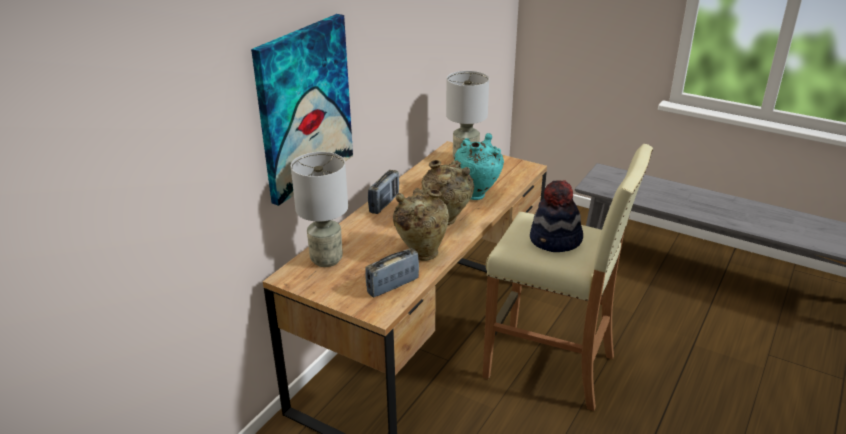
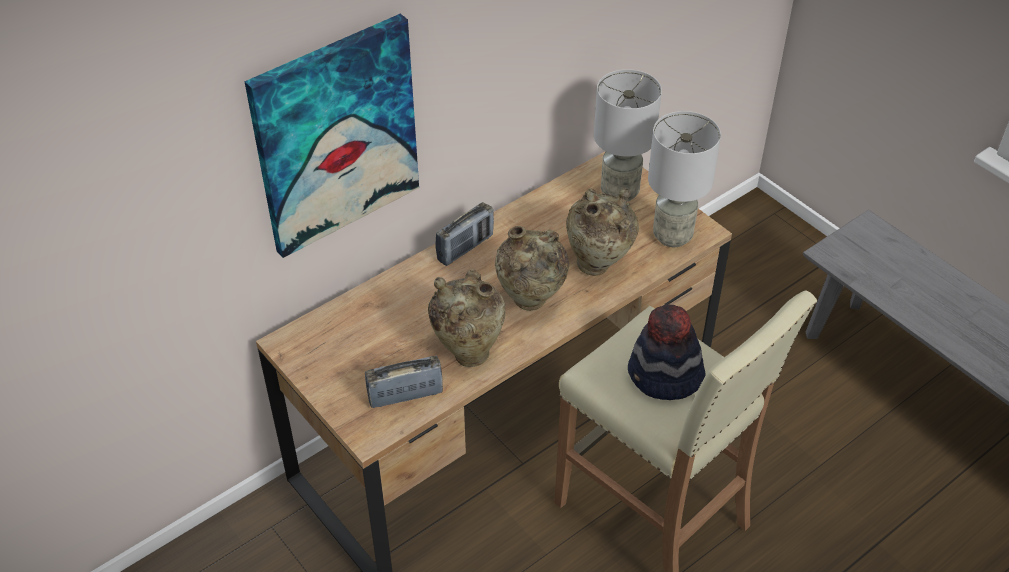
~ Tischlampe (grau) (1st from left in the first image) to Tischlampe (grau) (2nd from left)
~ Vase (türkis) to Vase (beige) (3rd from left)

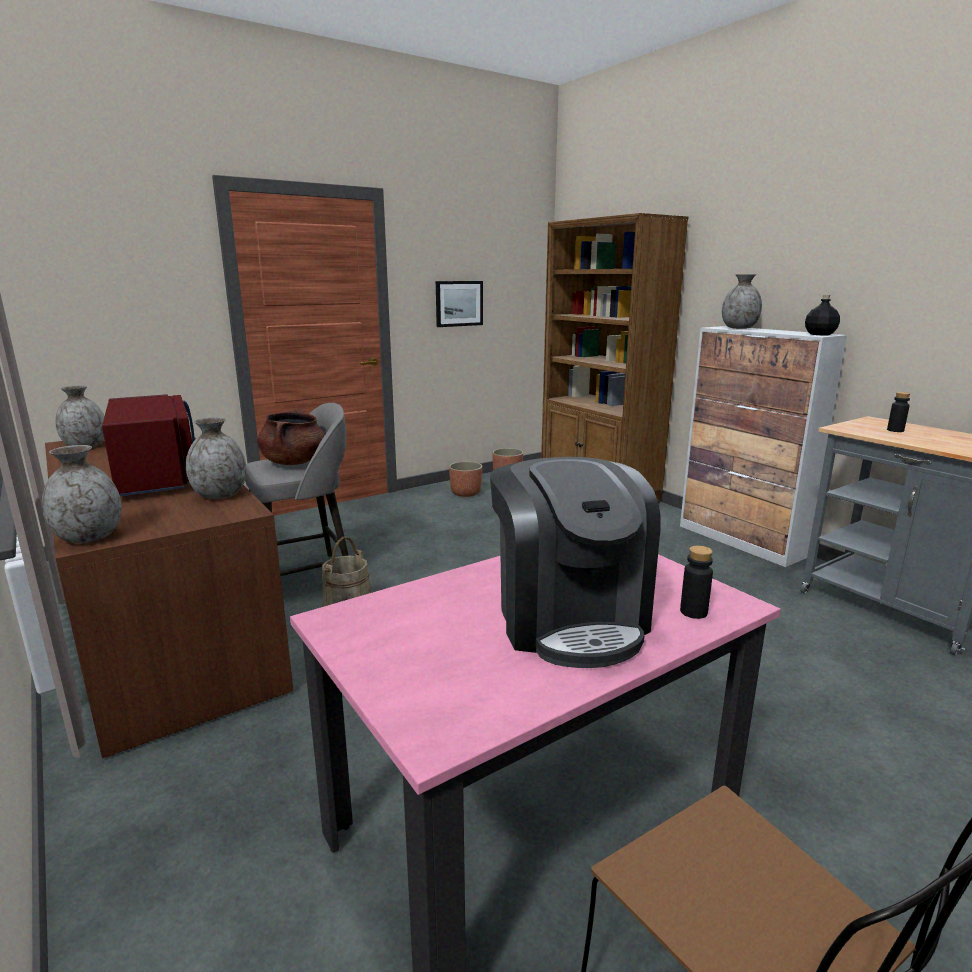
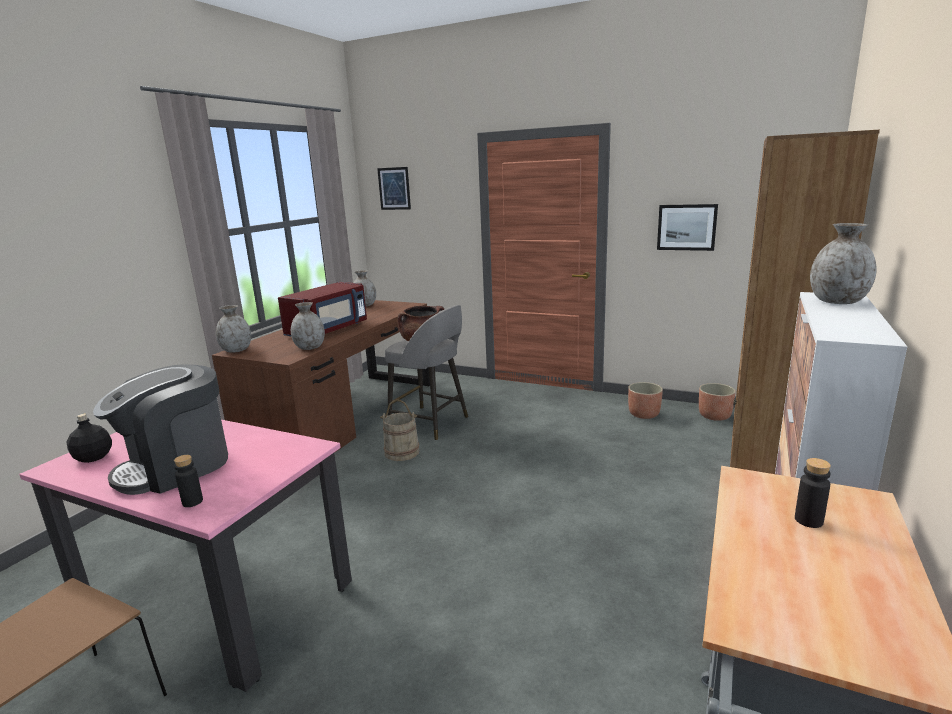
+ Bild (1st from left)
~ Flasche (schwarz) (2nd from left in the first image) to Flasche (schwarz) (1st from left)

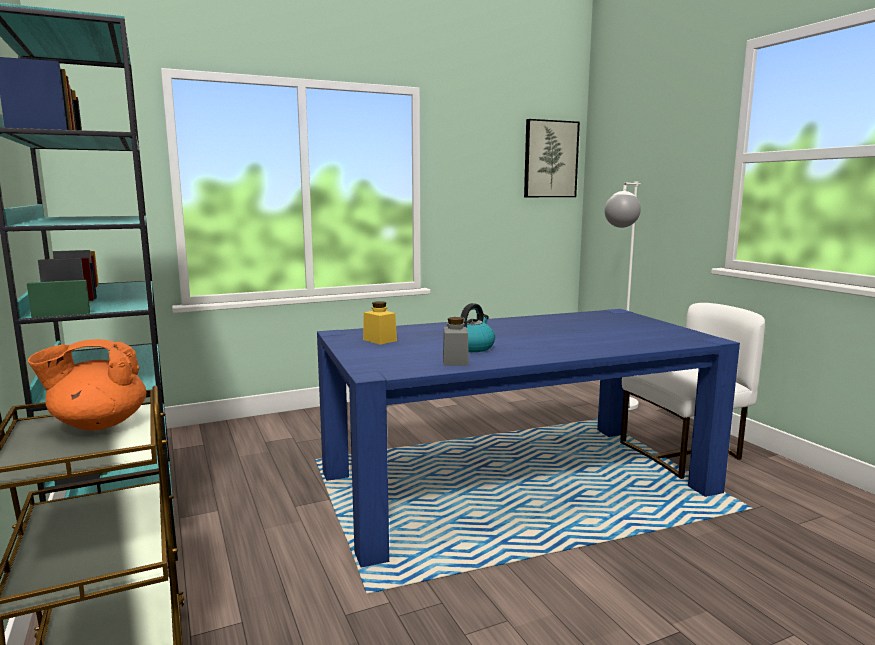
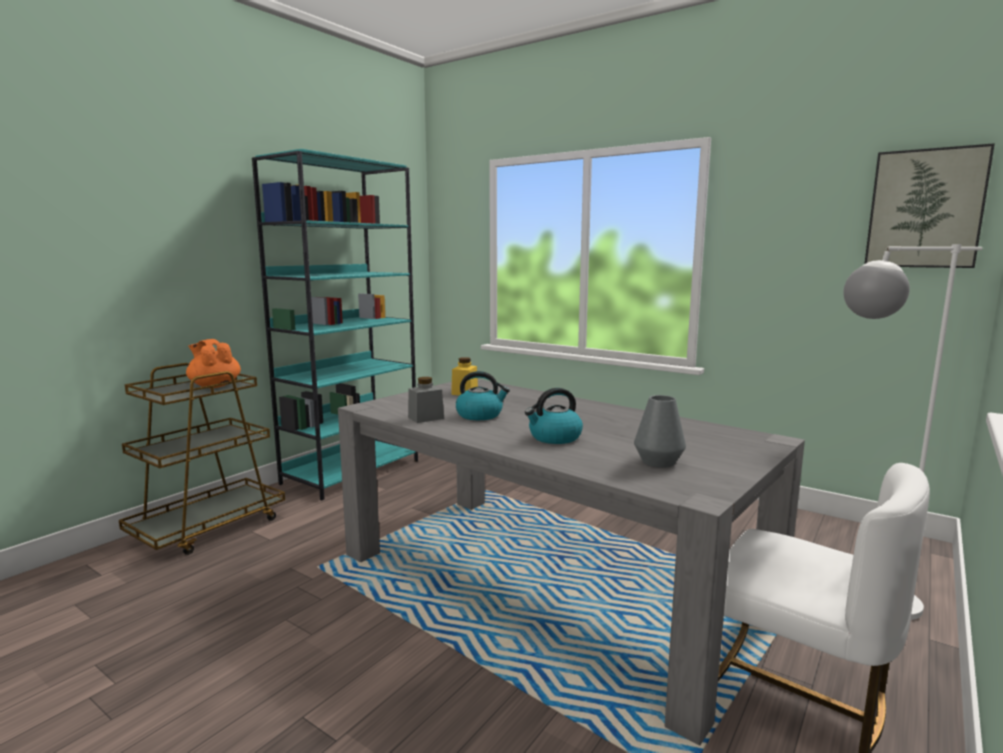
+ Wasserkessel (2nd from left)
+ Vase (grau)
~ Esstisch (blau) to Esstisch (grau)

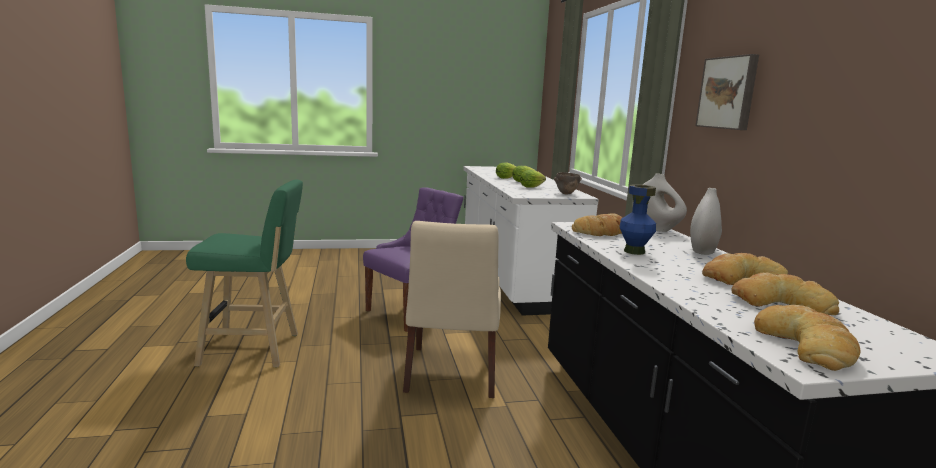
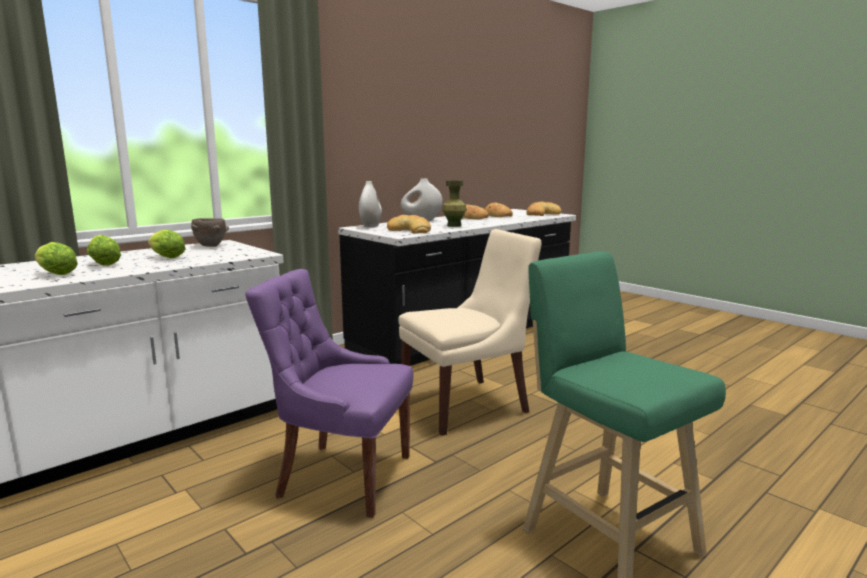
- Bild
~ Vase (blau) to Vase (grün)

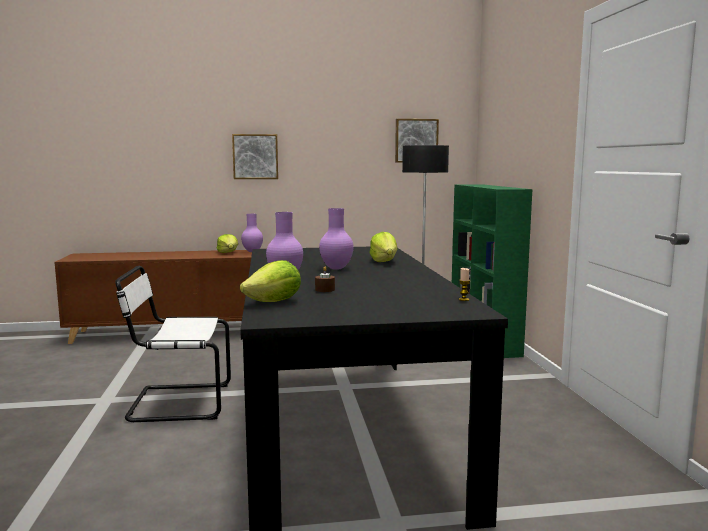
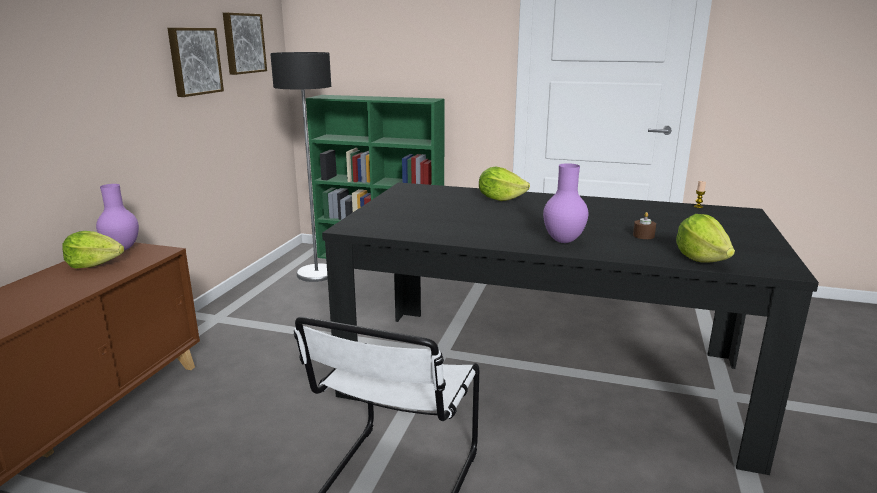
- Vase (lila) (3rd from left)
~ Bild (1st from left)

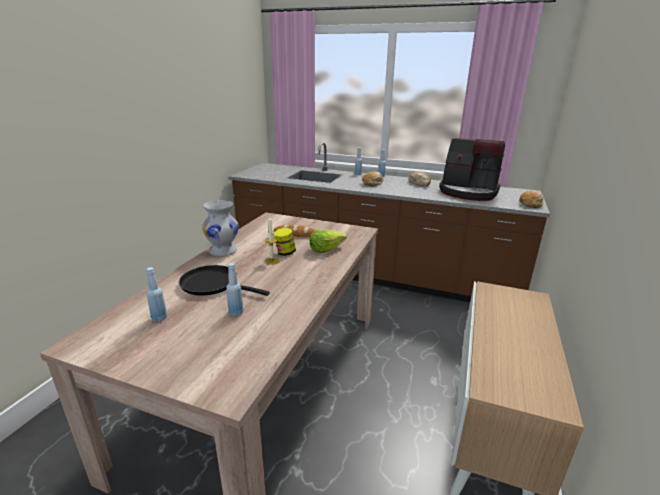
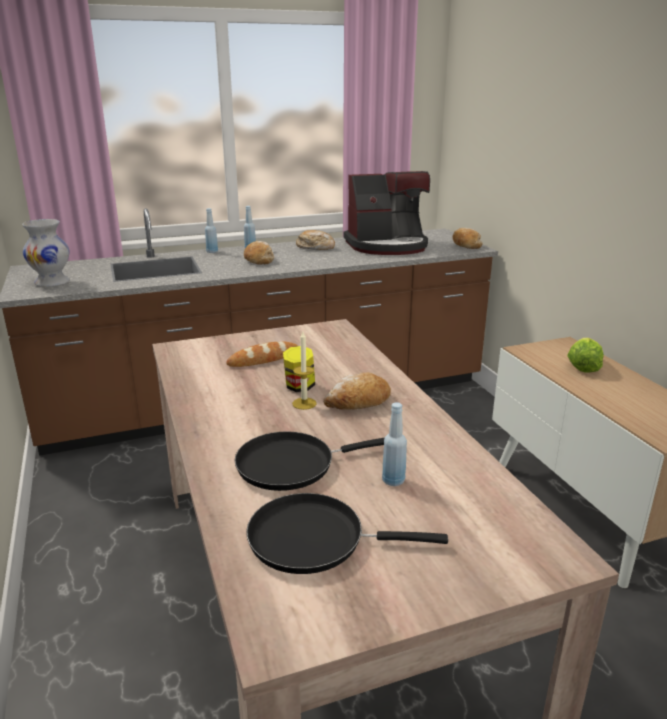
+ Brot (4th from left)
~ Vase (weiß)
~ Salatkopf
~ Flasche (blau) (1st from left) to Pfanne (schwarz) (2nd from left)

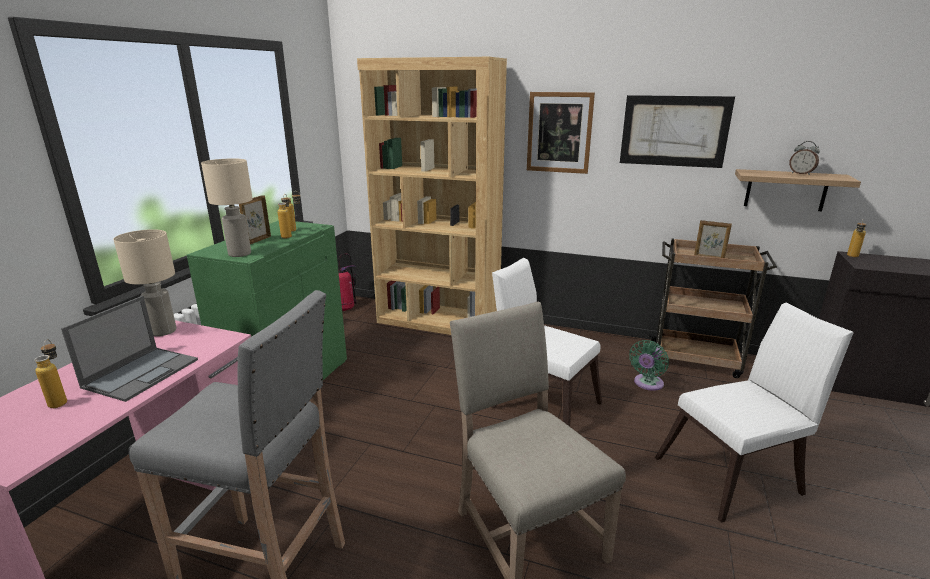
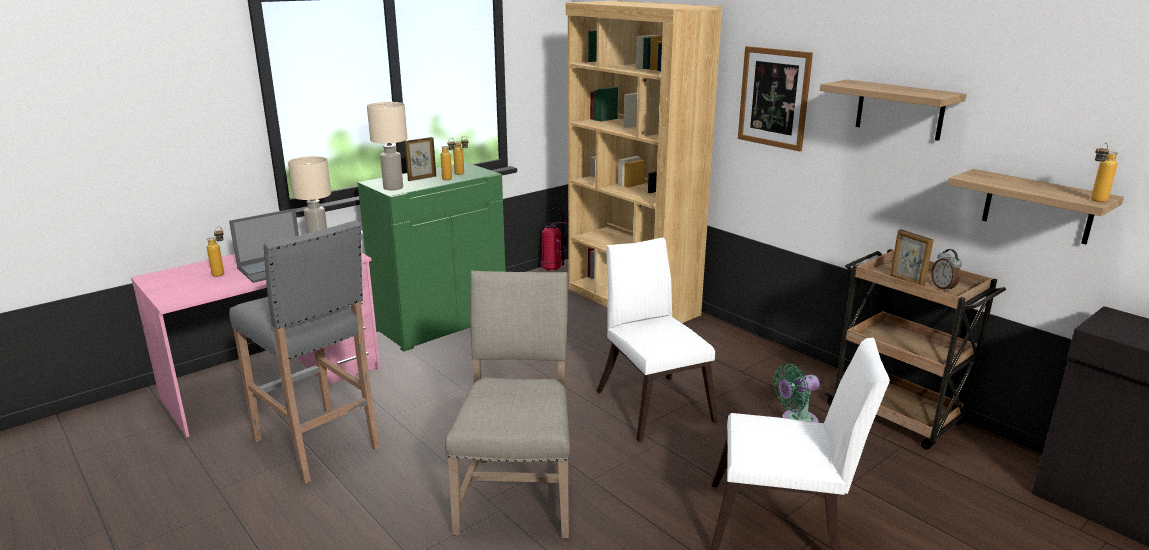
~ Wecker
~ Flasche (4th from left)
~ Bild (2nd from left) to Wandregal (1st from left)

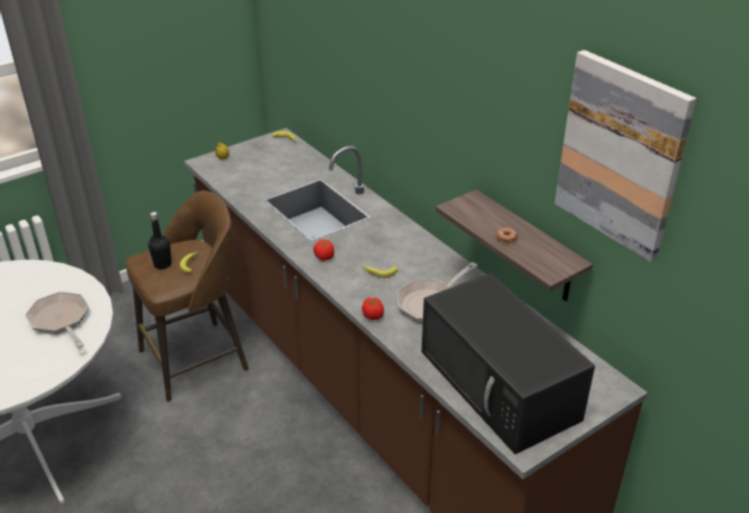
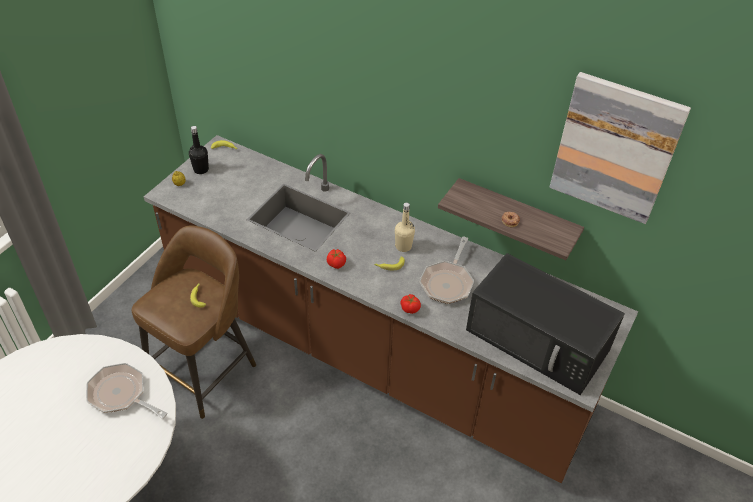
+ Flasche (beige)
~ Flasche (schwarz)

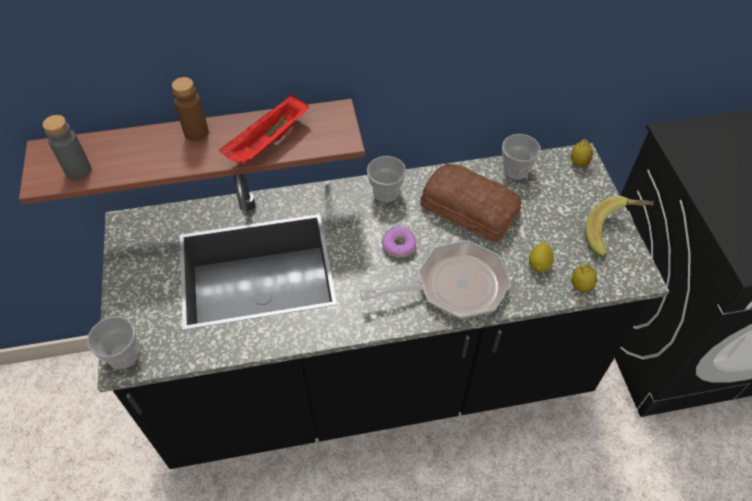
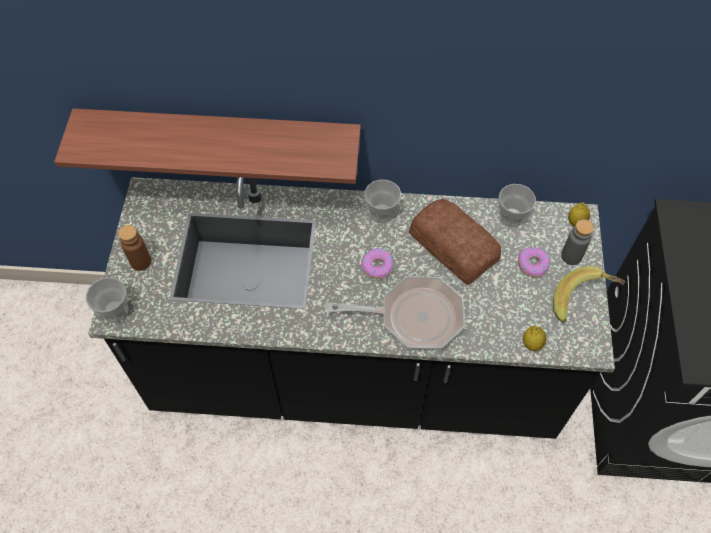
- Tablett (rot)
- Zitrone (1st from left)
+ Donut (2nd from left)
~ Flasche (grau)
~ Flasche (braun)

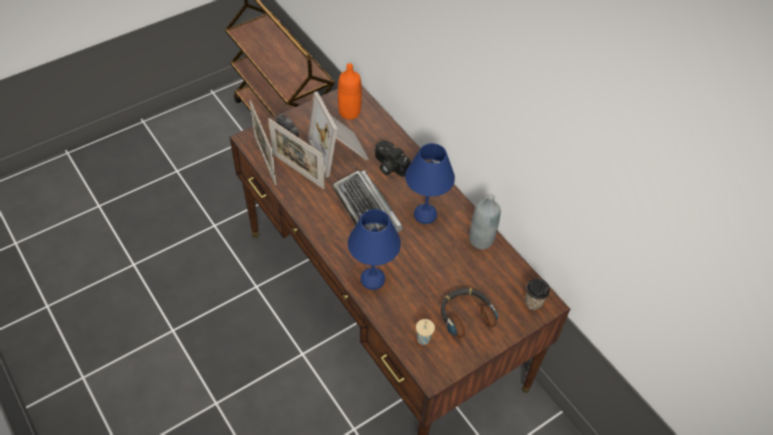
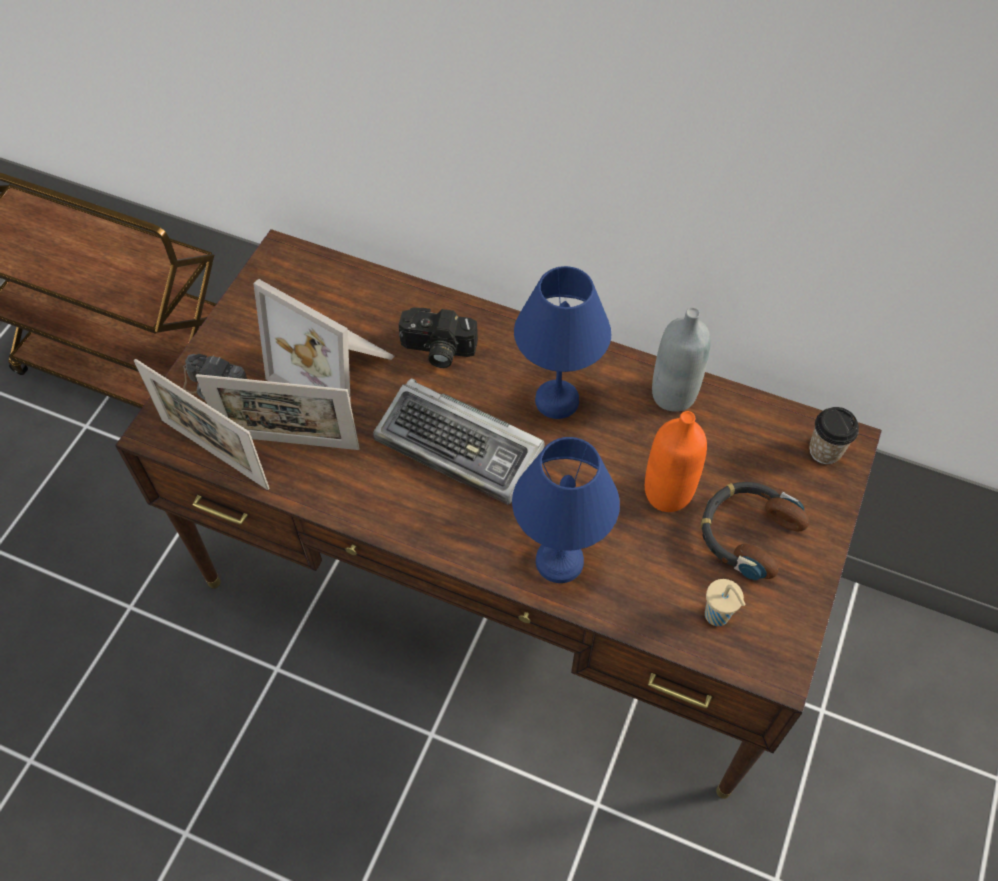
~ Flasche (orange)

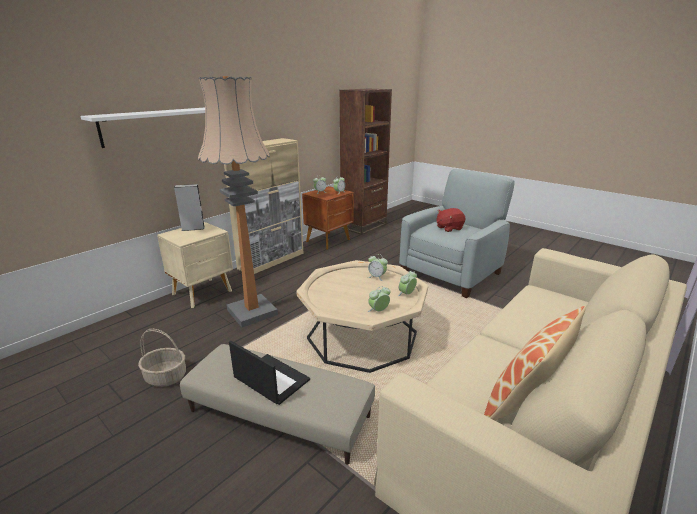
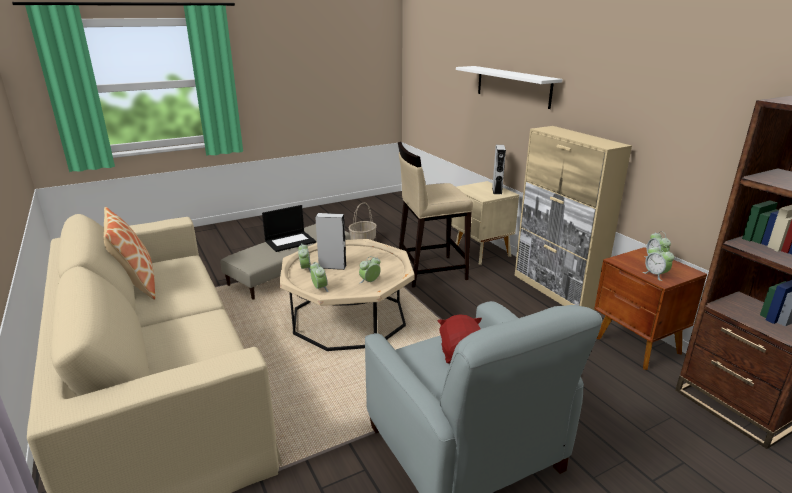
+ Lautsprecher (grau) (1st from left)
~ Stehlampe to Hocker (beige)

